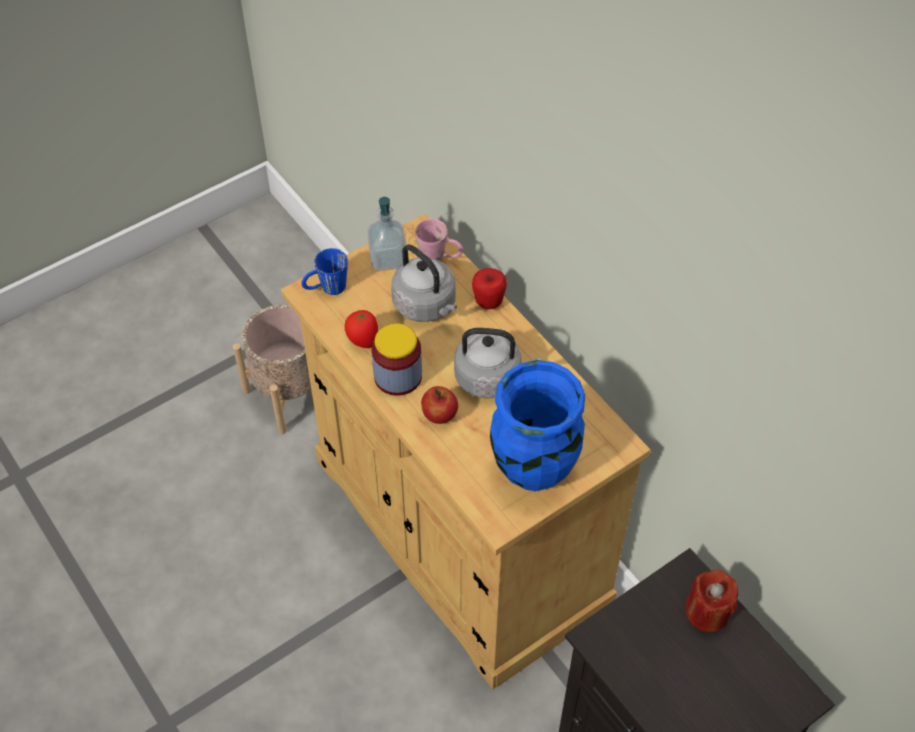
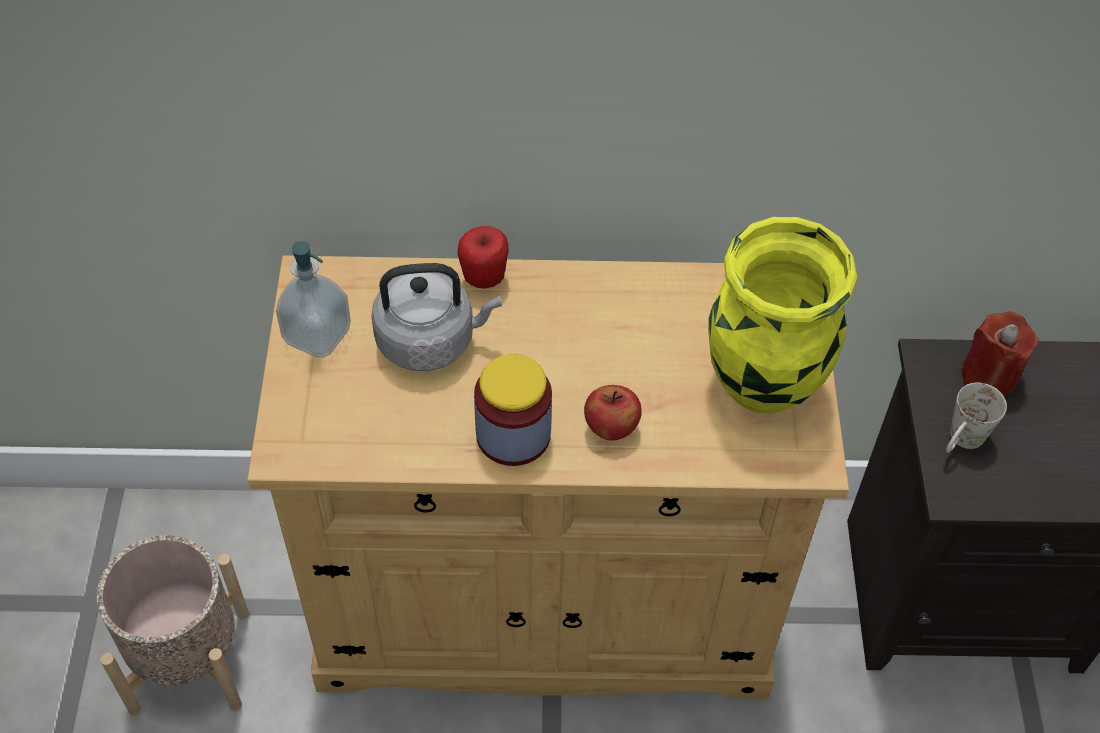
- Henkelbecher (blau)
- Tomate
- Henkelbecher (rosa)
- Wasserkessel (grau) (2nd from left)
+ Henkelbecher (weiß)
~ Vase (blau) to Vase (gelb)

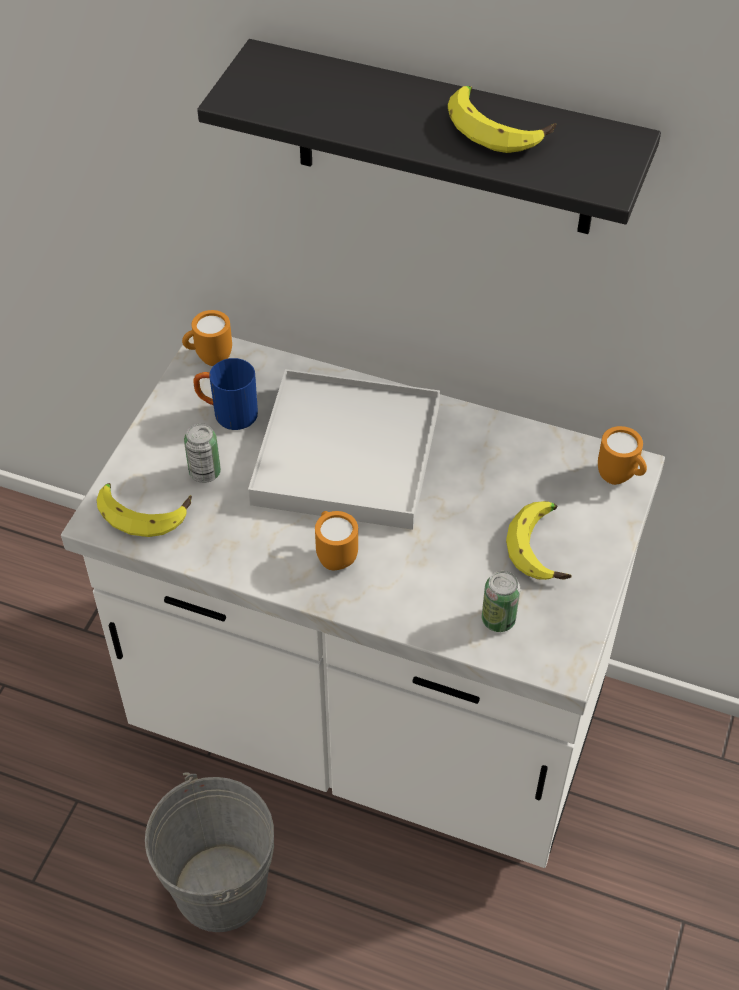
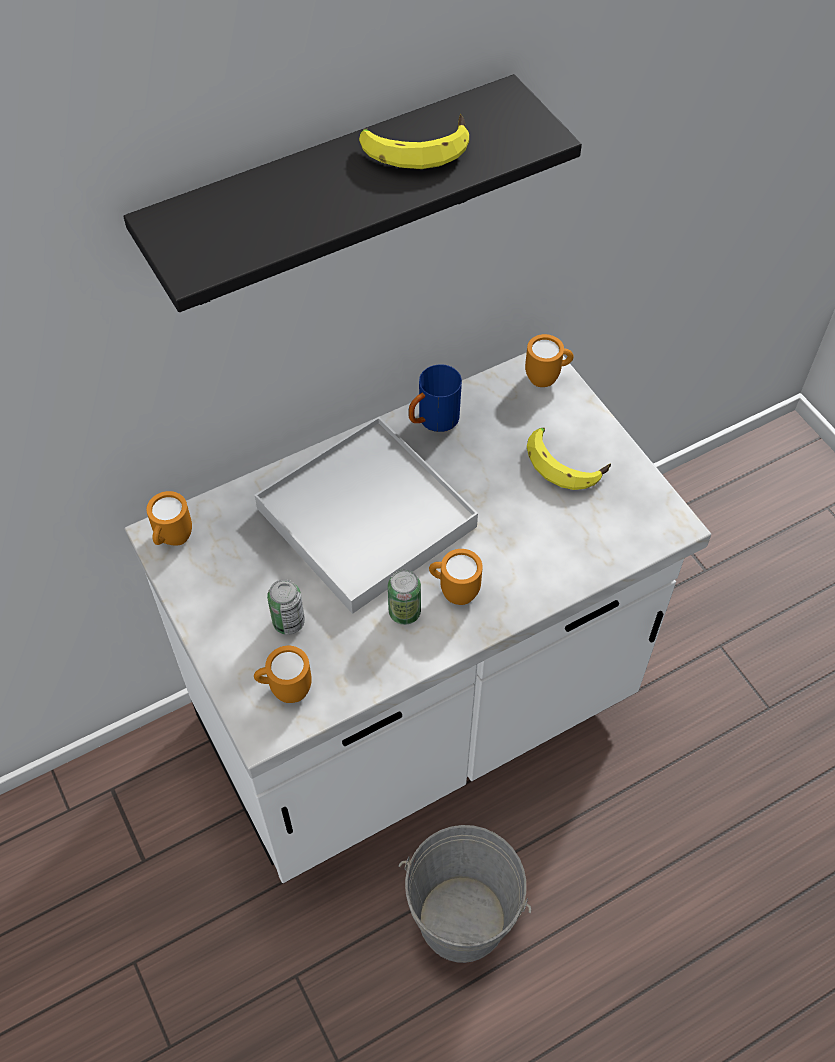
~ Henkelbecher (blau)
~ Dose (2nd from left)
~ Banane (1st from left) to Henkelbecher (orange) (2nd from left)

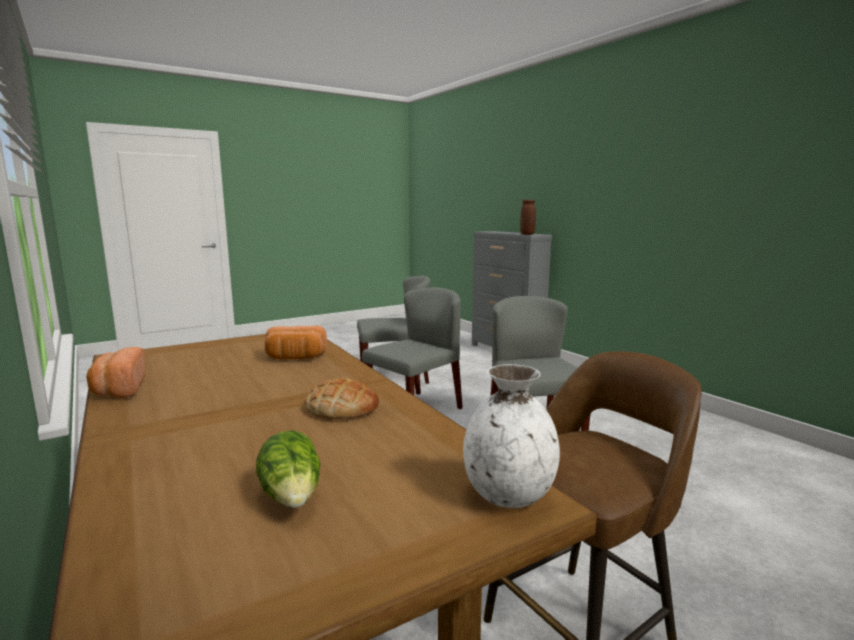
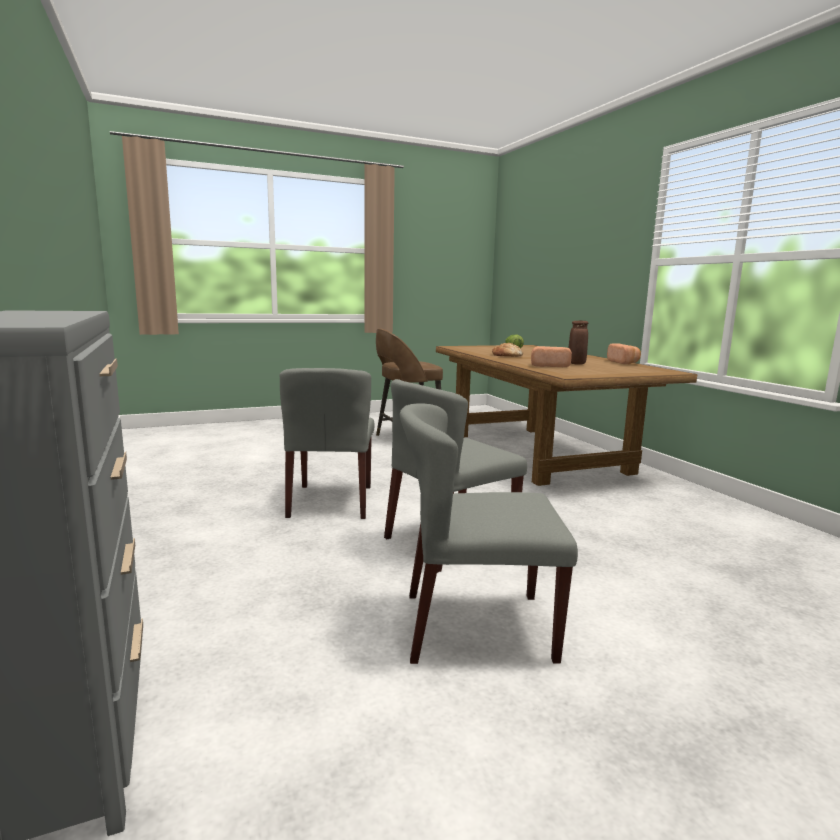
- Vase (weiß)
~ Vase (braun)

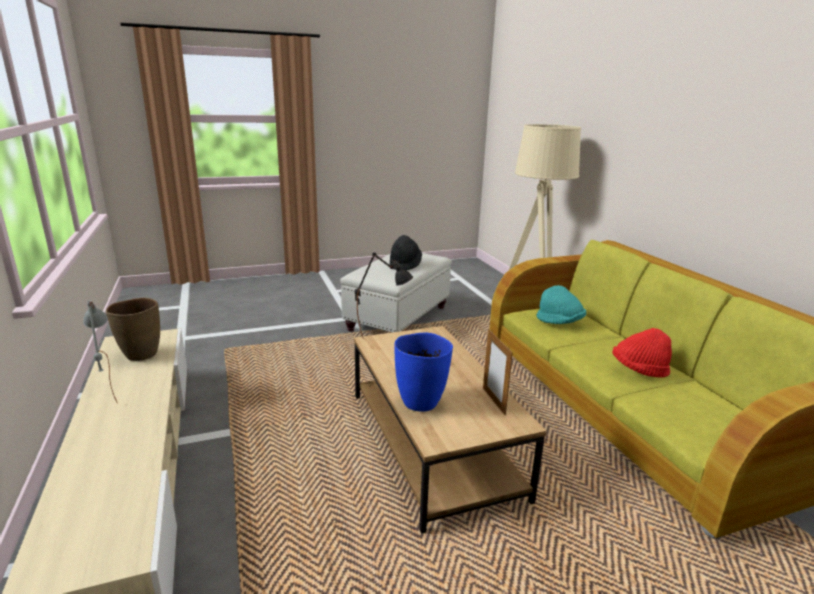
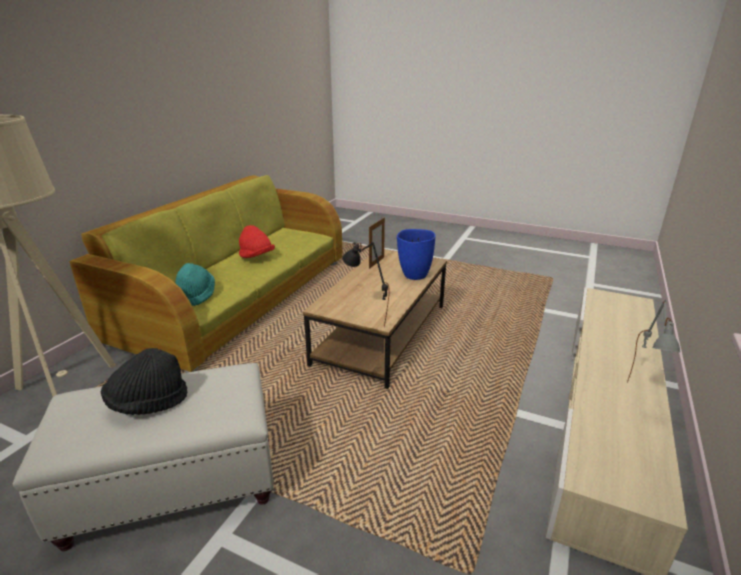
- Vase (braun)

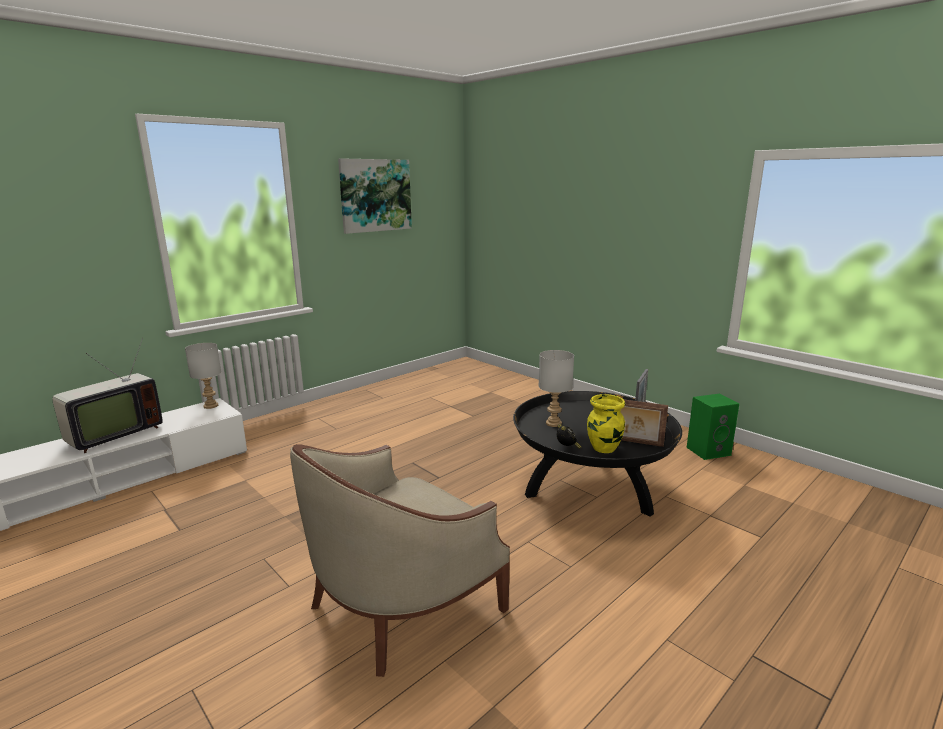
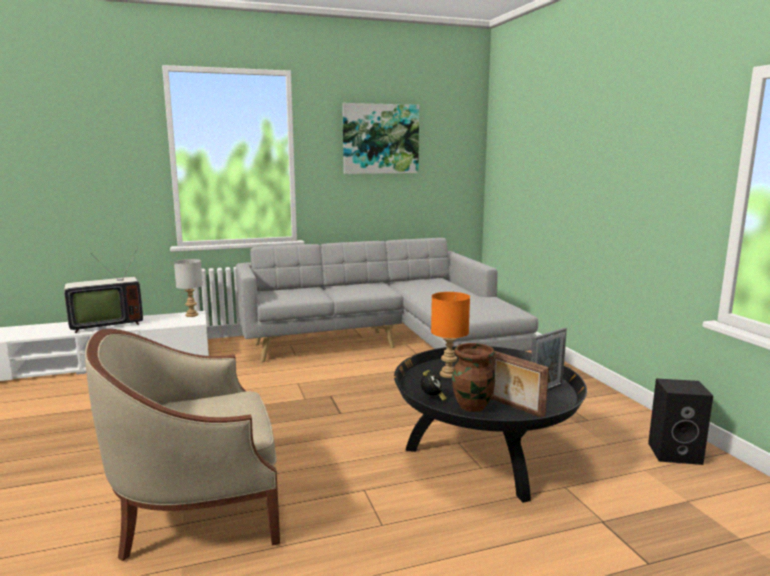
+ Sofa (grau)
~ Tischlampe (grau) (2nd from left) to Tischlampe (orange)
~ Vase (gelb) to Vase (braun)
~ Lautsprecher (grün) to Lautsprecher (schwarz)

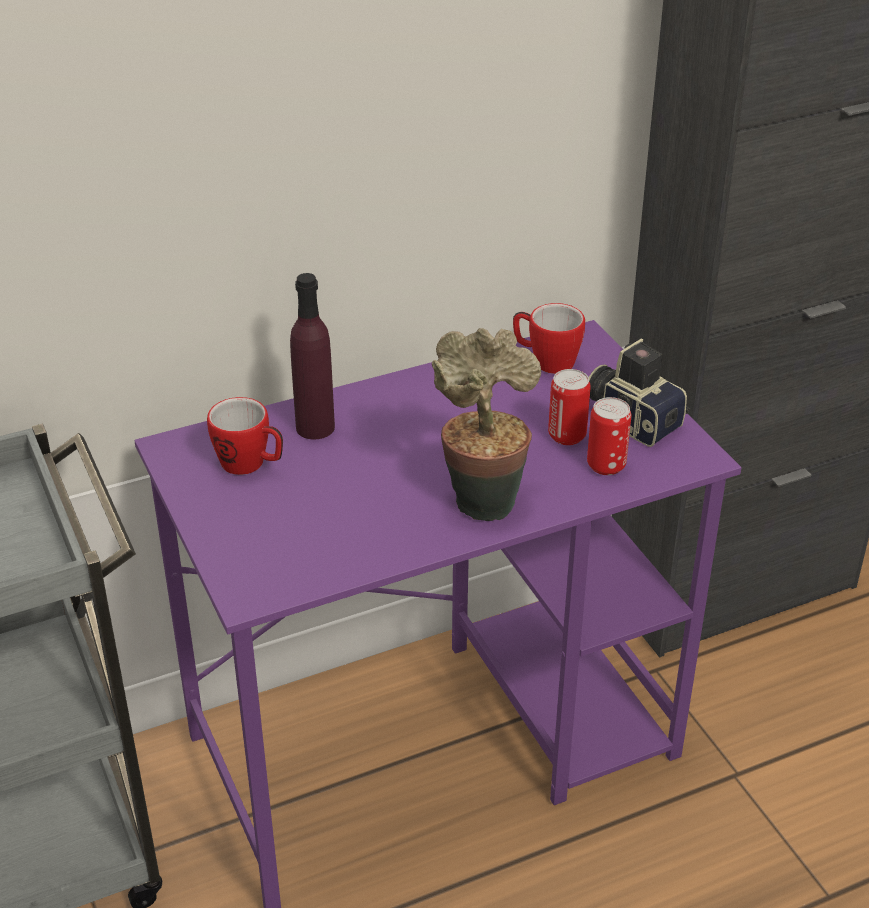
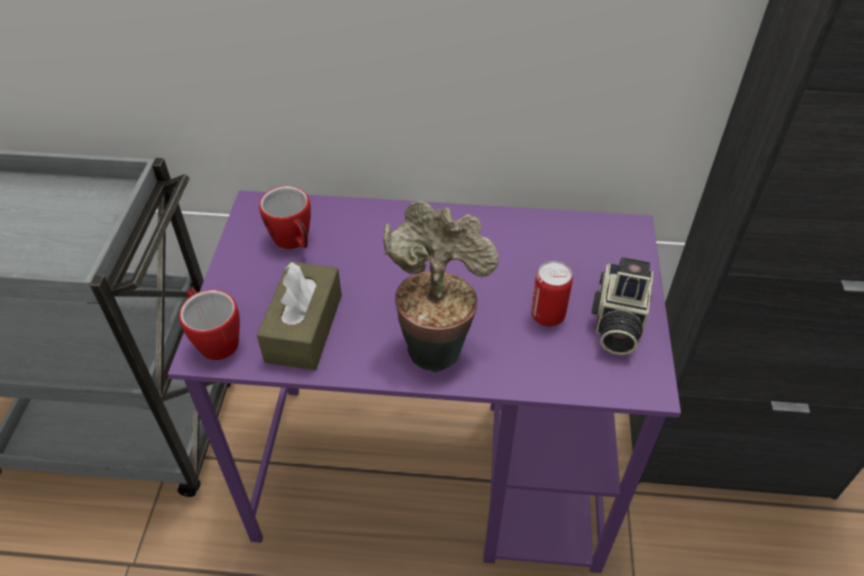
- Flasche (lila)
- Dose (2nd from left)
+ Taschentuchbox (braun)
~ Henkelbecher (2nd from left in the first image) to Henkelbecher (1st from left)
~ Kamera 150 degrees counterclockwise

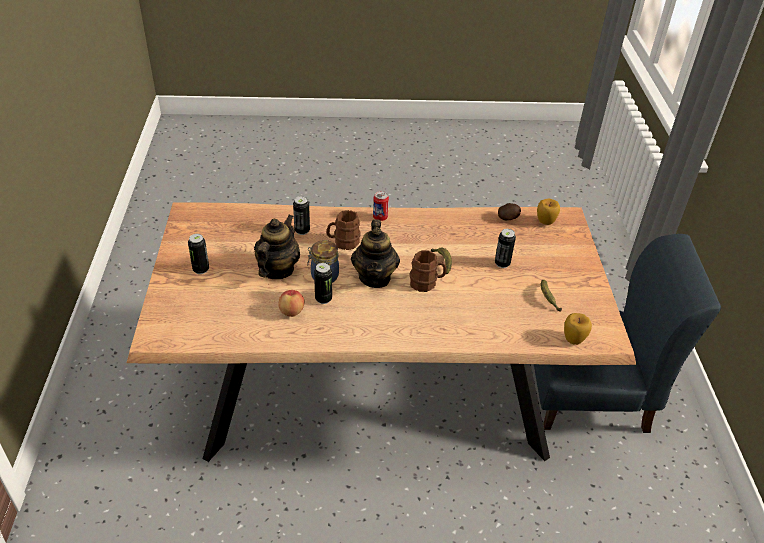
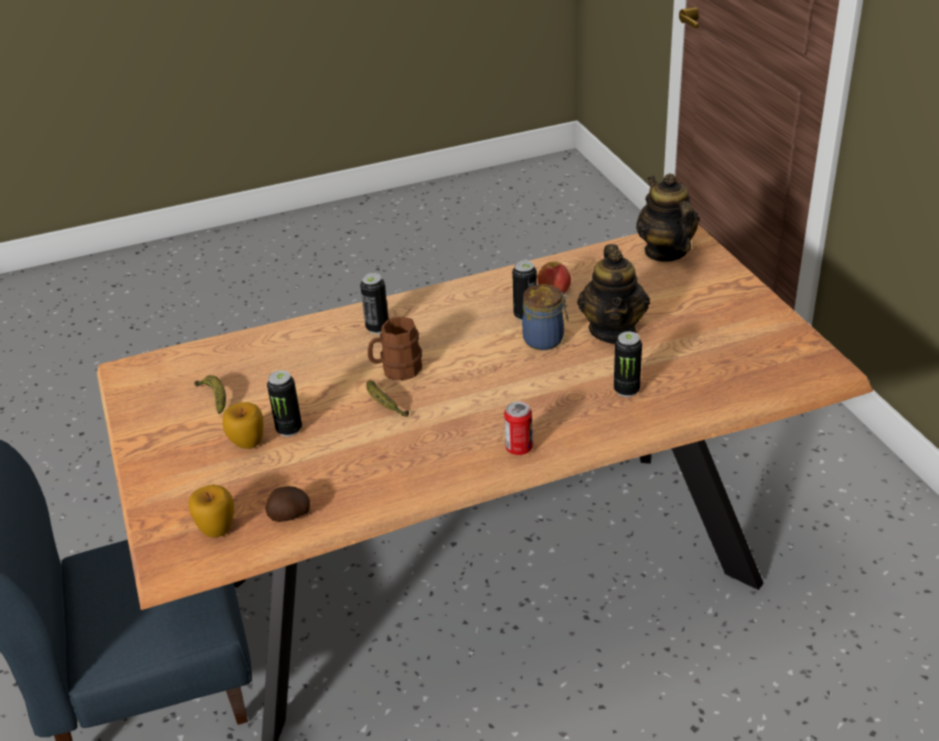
- Henkelbecher (braun) (1st from left)
~ Dose (1st from left in the first image) to Dose (2nd from left)
~ Teekanne (2nd from left)
~ Apfel (3rd from left in the first image) to Apfel (2nd from left)

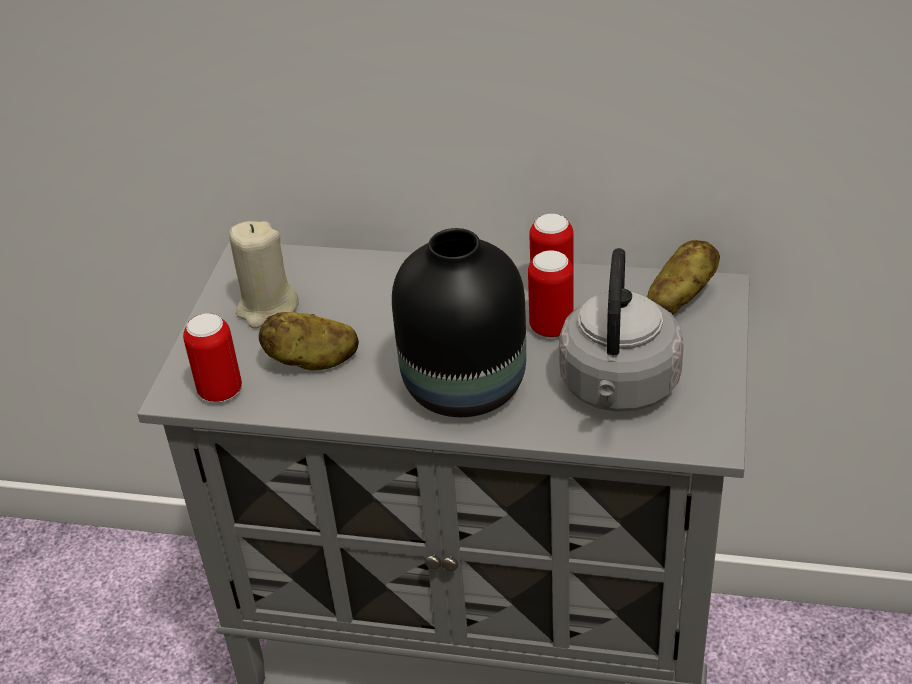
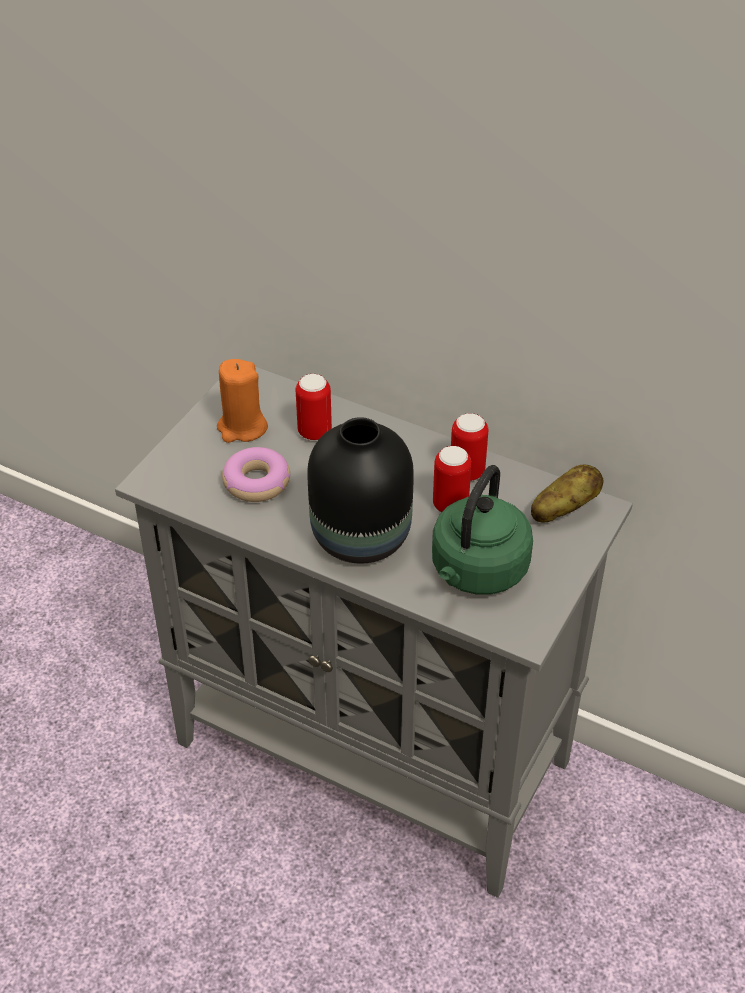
~ Dose (1st from left)
~ Kartoffel (1st from left) to Donut
~ Kerze (beige) to Kerze (orange)
~ Wasserkessel (grau) to Wasserkessel (grün)

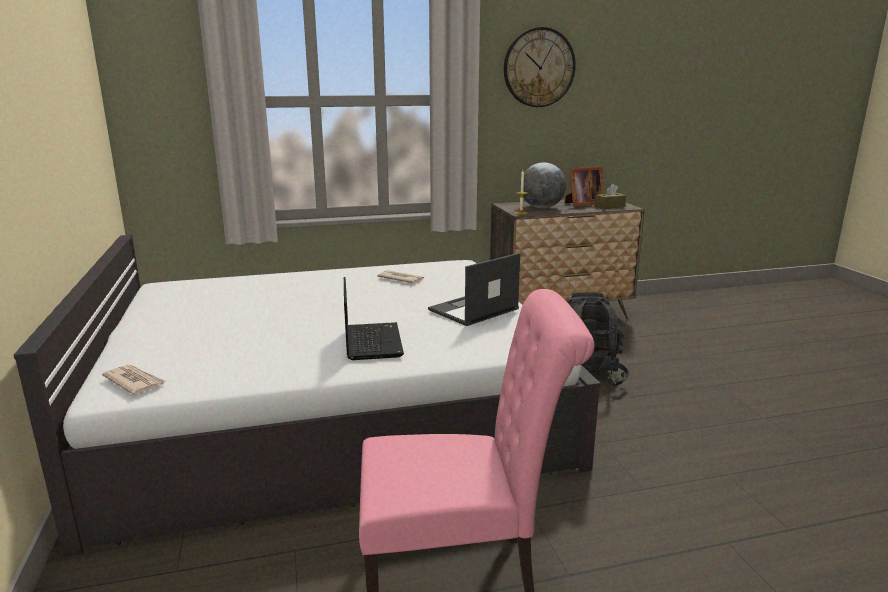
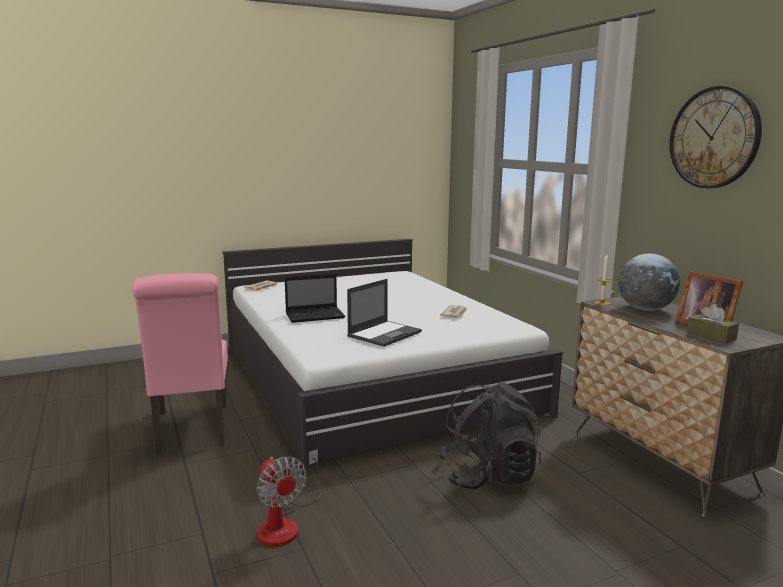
+ Ventilator
~ Laptop (2nd from left) 90 degrees clockwise

